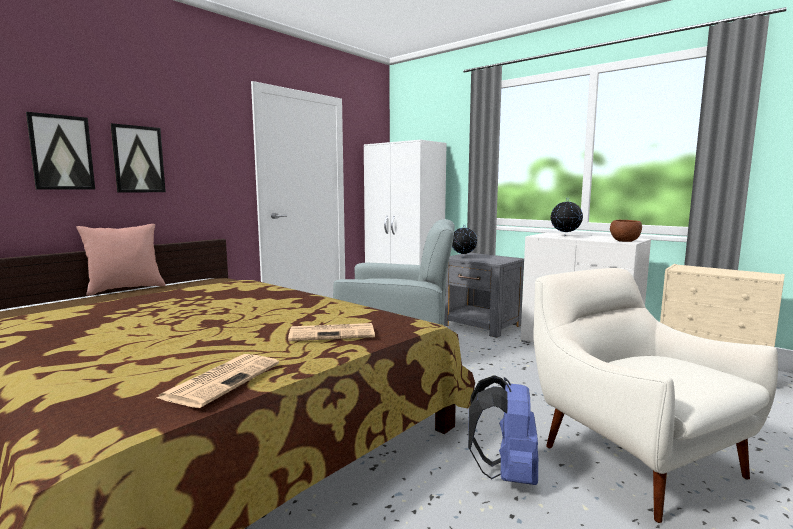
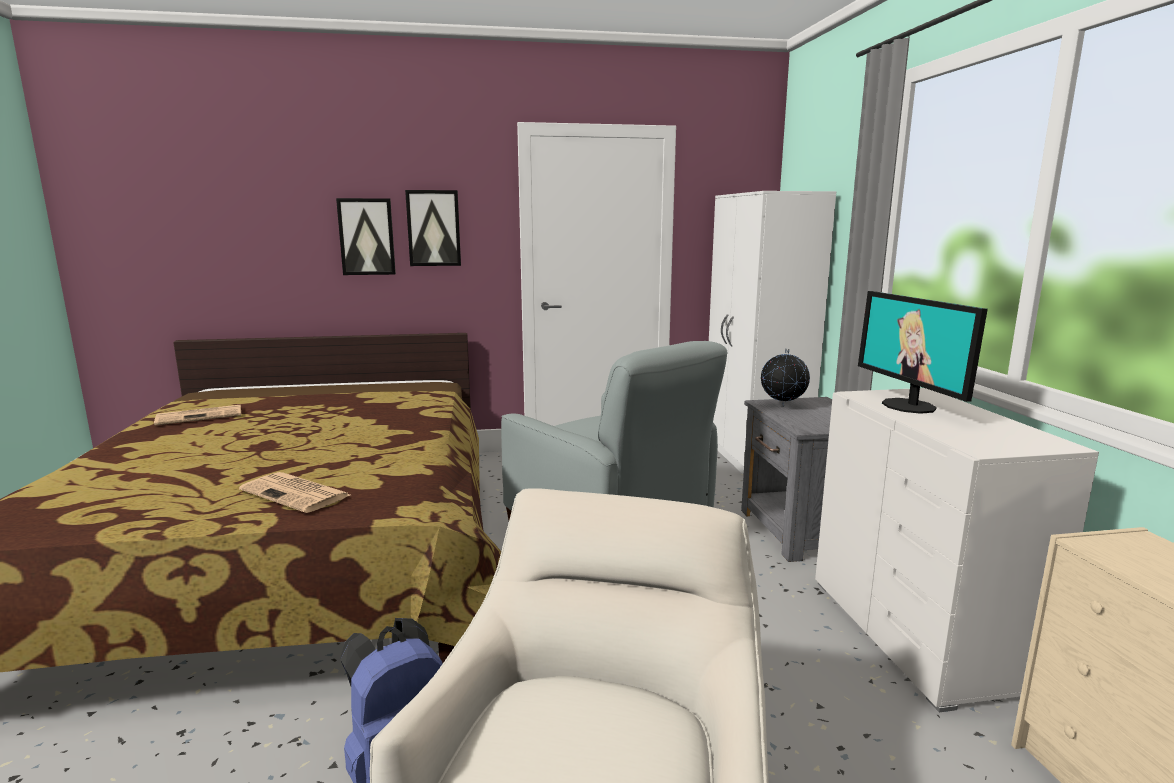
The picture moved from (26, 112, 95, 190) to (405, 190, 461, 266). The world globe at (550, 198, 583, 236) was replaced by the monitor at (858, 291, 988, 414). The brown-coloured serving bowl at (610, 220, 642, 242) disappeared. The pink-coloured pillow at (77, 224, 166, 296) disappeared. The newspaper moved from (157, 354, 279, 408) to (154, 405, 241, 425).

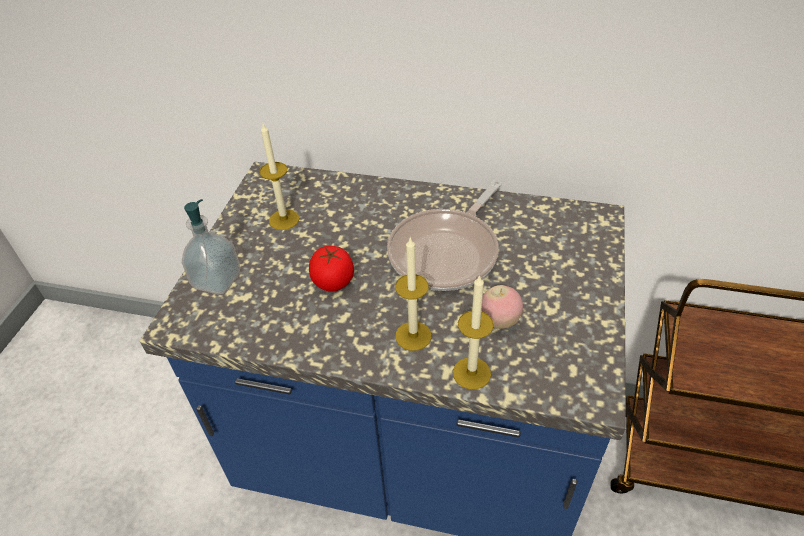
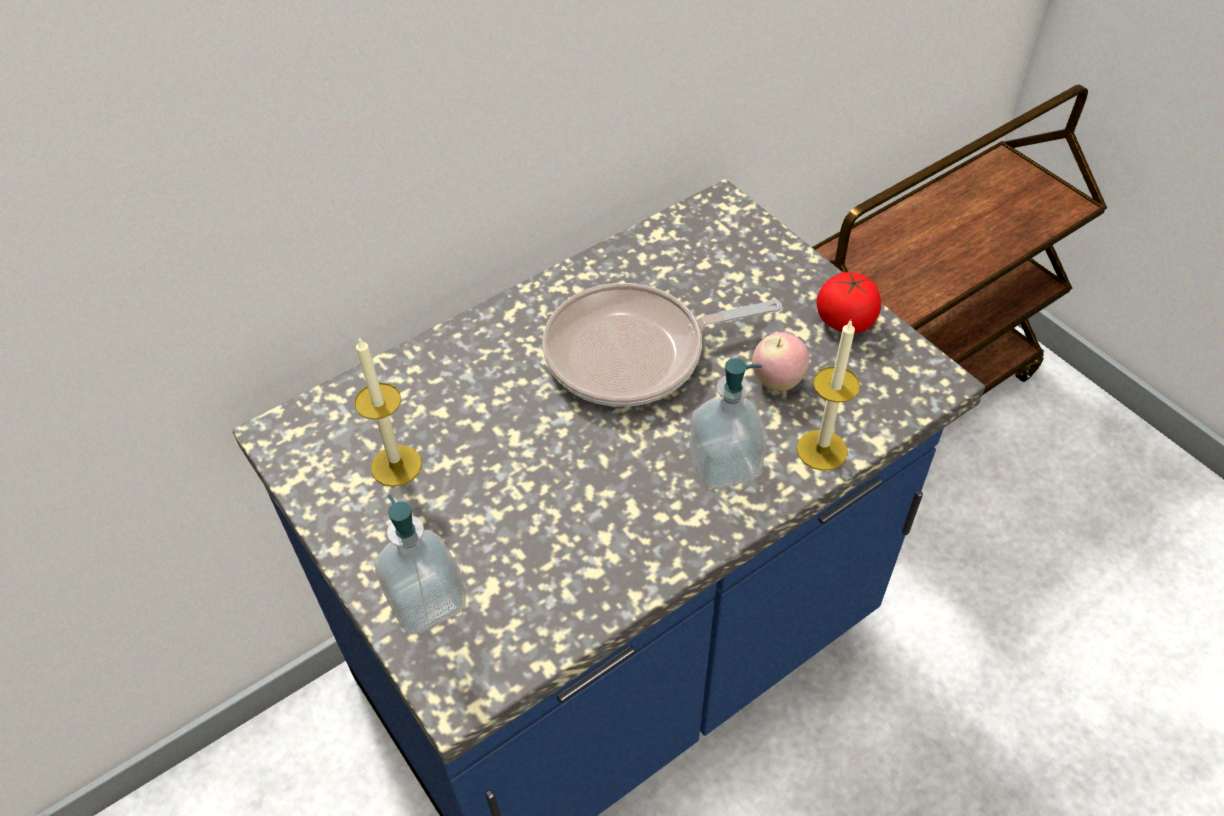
The frying pan at (387, 180, 502, 291) turned 90 degrees clockwise. The wax candle at (395, 237, 432, 351) was replaced by the soap dispenser at (689, 358, 767, 489). The tomato moved from (309, 246, 354, 292) to (817, 271, 881, 333).

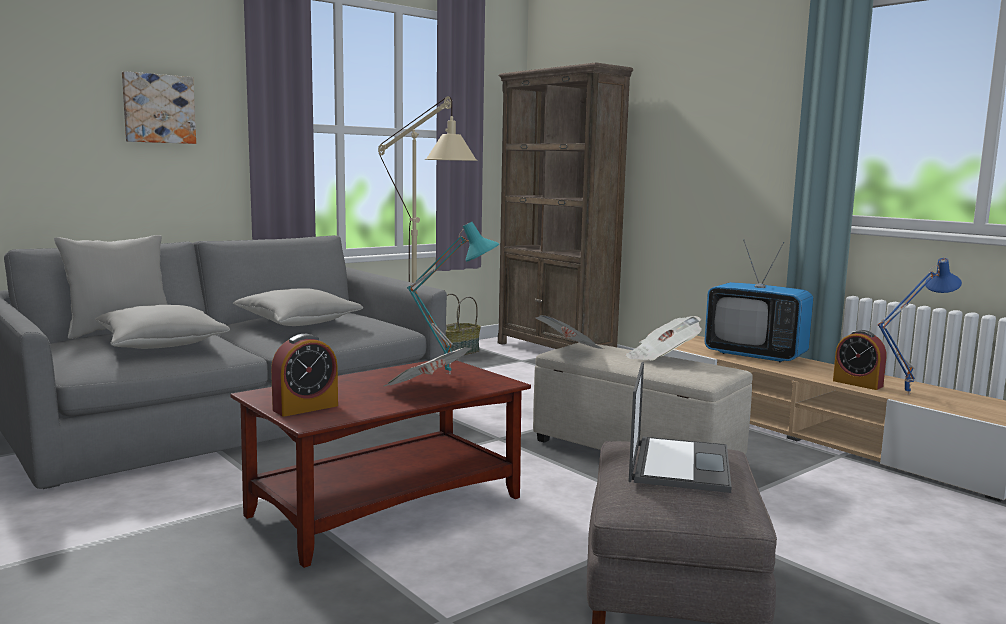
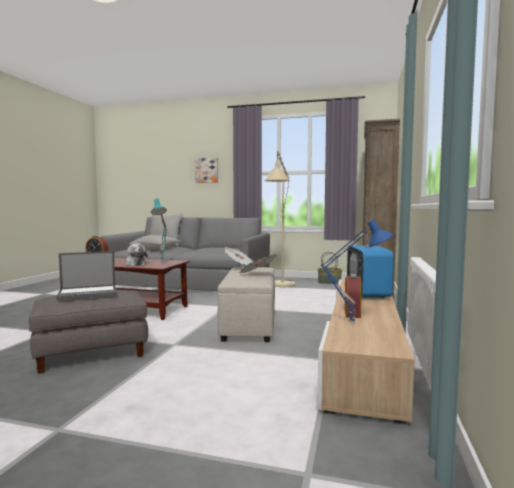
The greyish pillow at (233, 289, 363, 326) disappeared. The newspaper at (384, 347, 471, 386) was replaced by the plush toy at (125, 243, 148, 266).

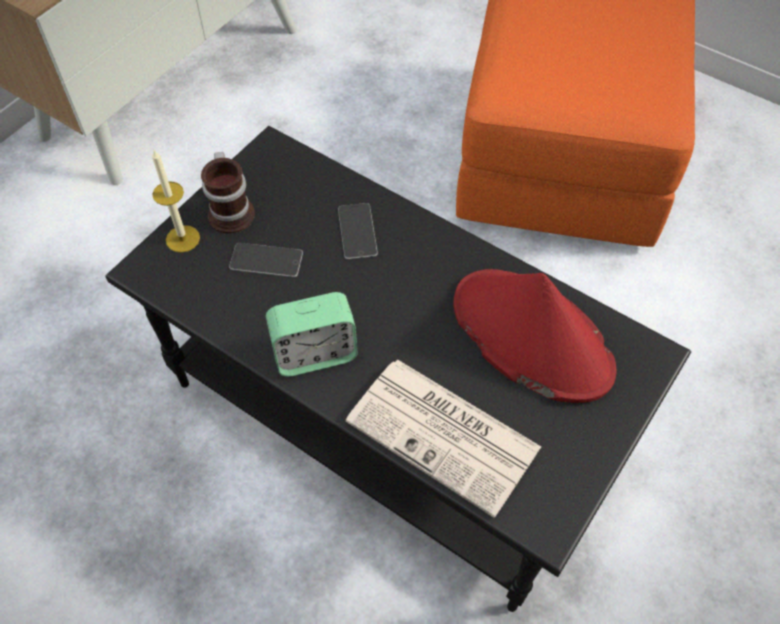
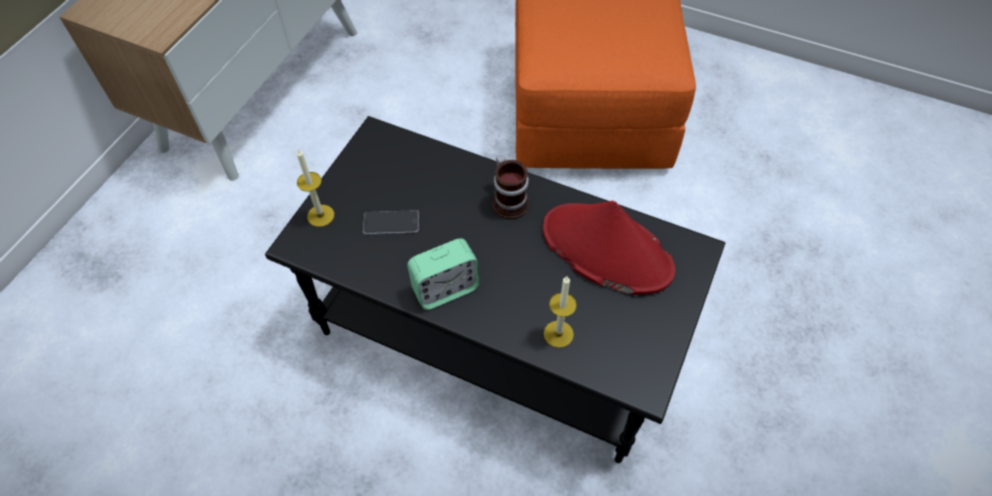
The tea mug moved from (201, 152, 255, 233) to (492, 155, 530, 219). The telephone at (338, 203, 378, 259) disappeared. The newspaper at (346, 360, 541, 518) was replaced by the wax candle at (544, 276, 577, 348).

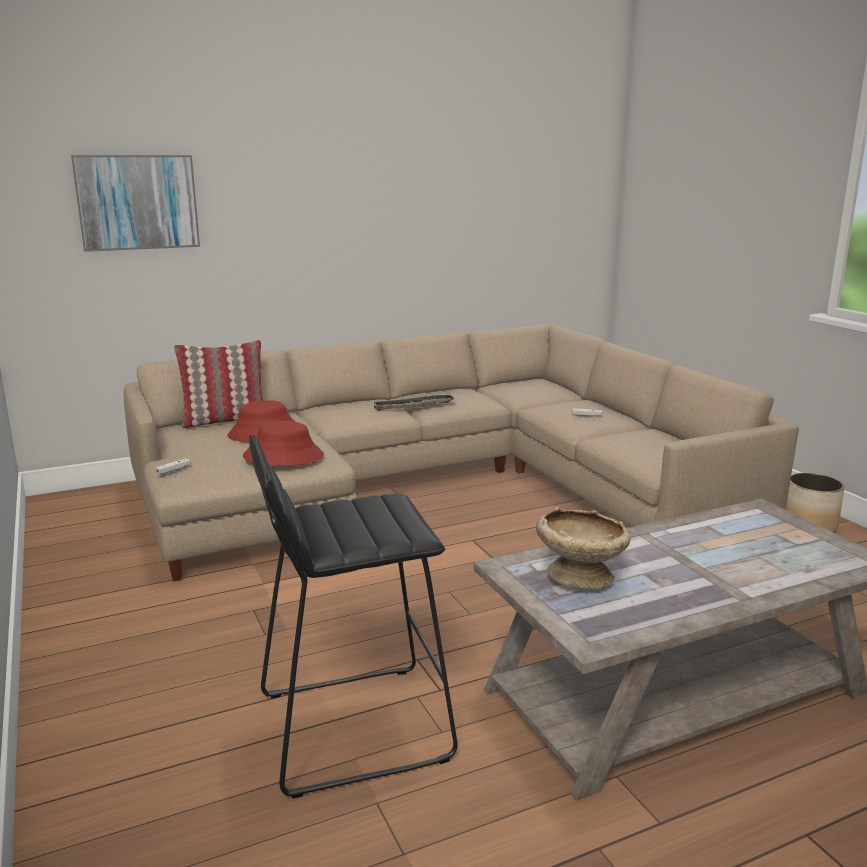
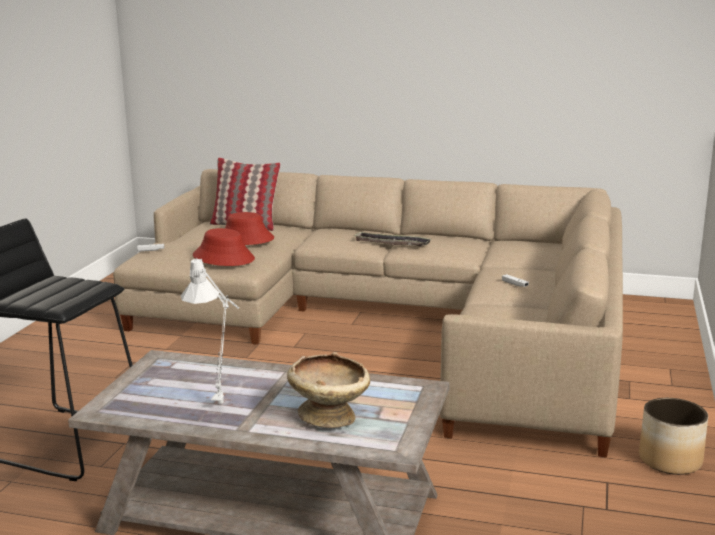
The picture at (71, 155, 200, 252) disappeared. The beige-coloured serving bowl moved from (536, 507, 630, 590) to (287, 352, 370, 428). The greyish lamp for a table at (181, 258, 239, 404) appeared.

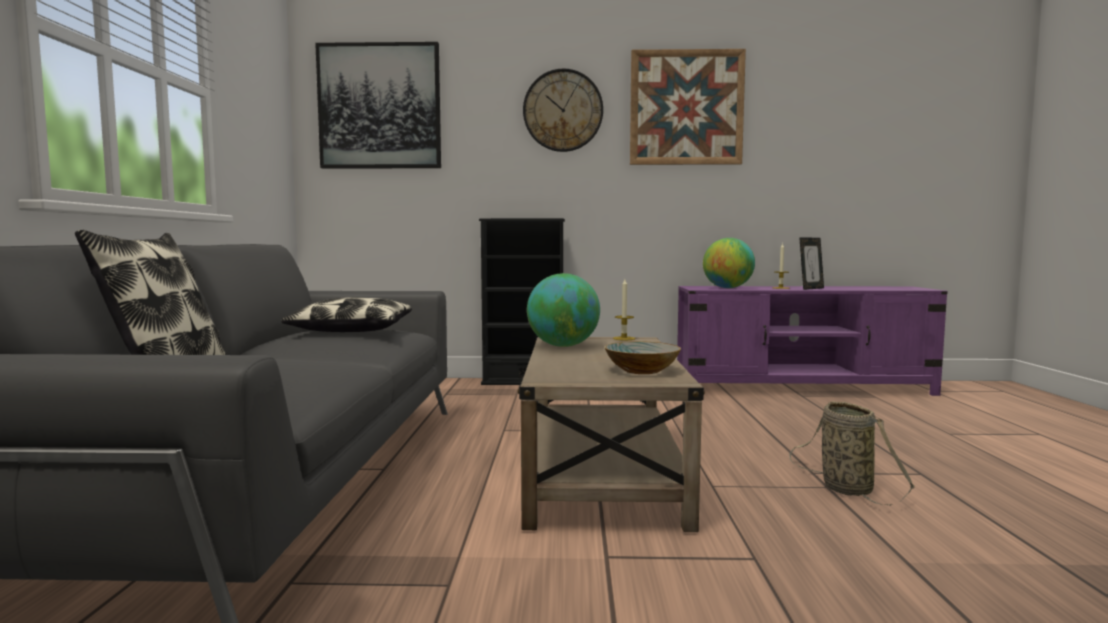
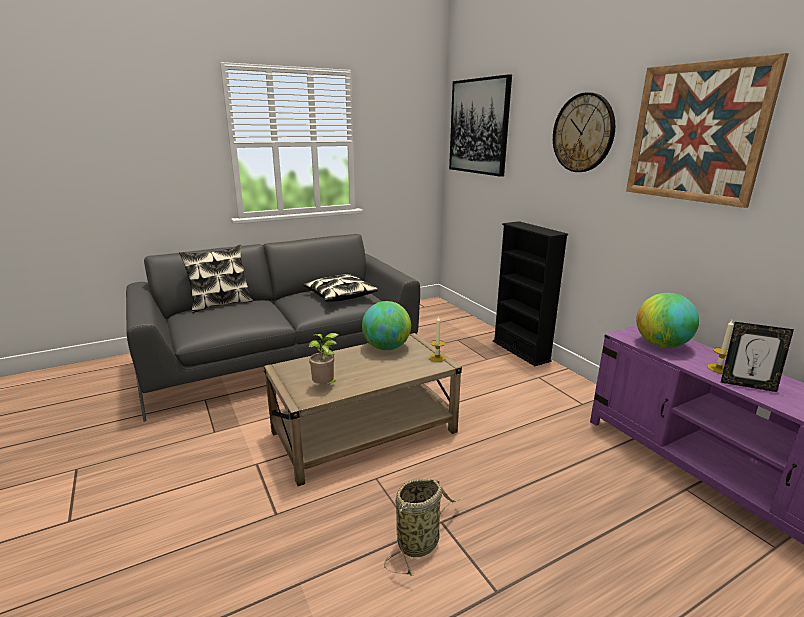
The serving bowl at (604, 341, 681, 374) was replaced by the potted plant at (308, 333, 338, 384).

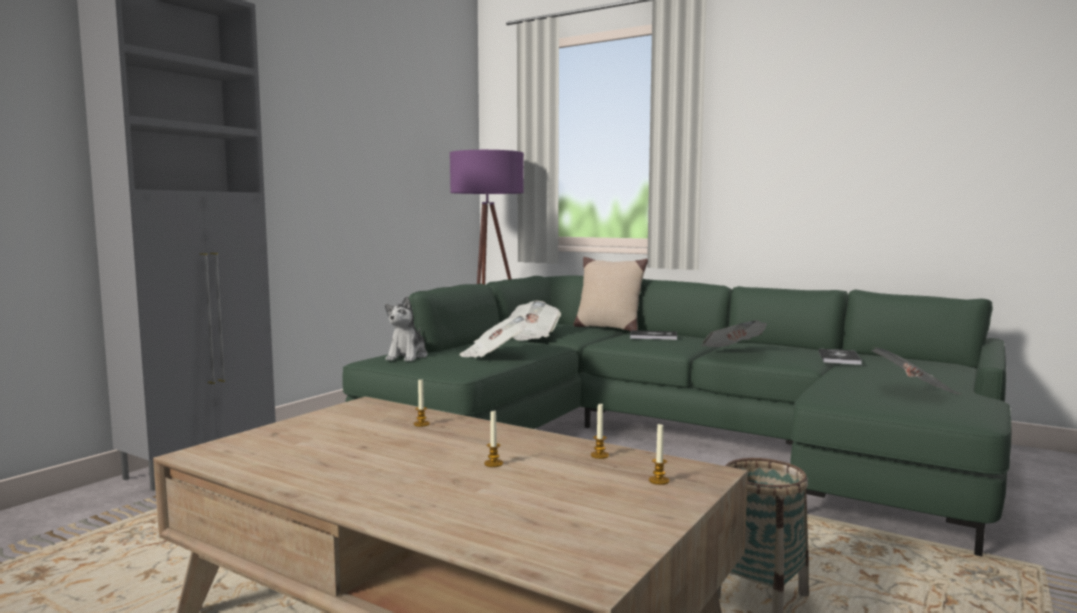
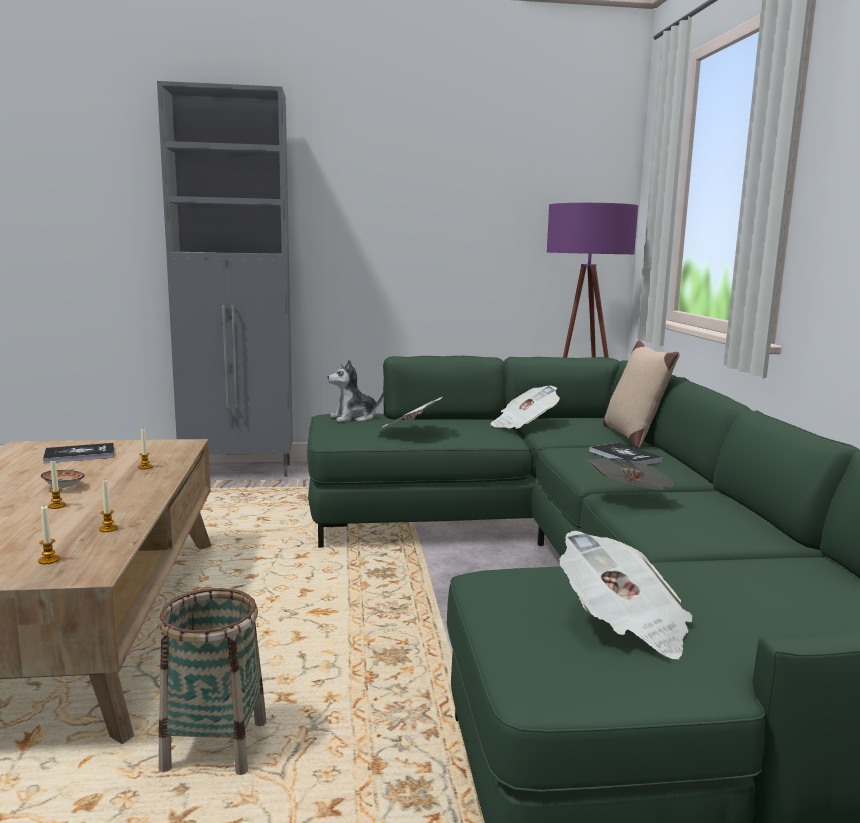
The bound book moved from (819, 349, 862, 365) to (43, 443, 114, 463). The serving bowl at (41, 470, 85, 488) appeared.

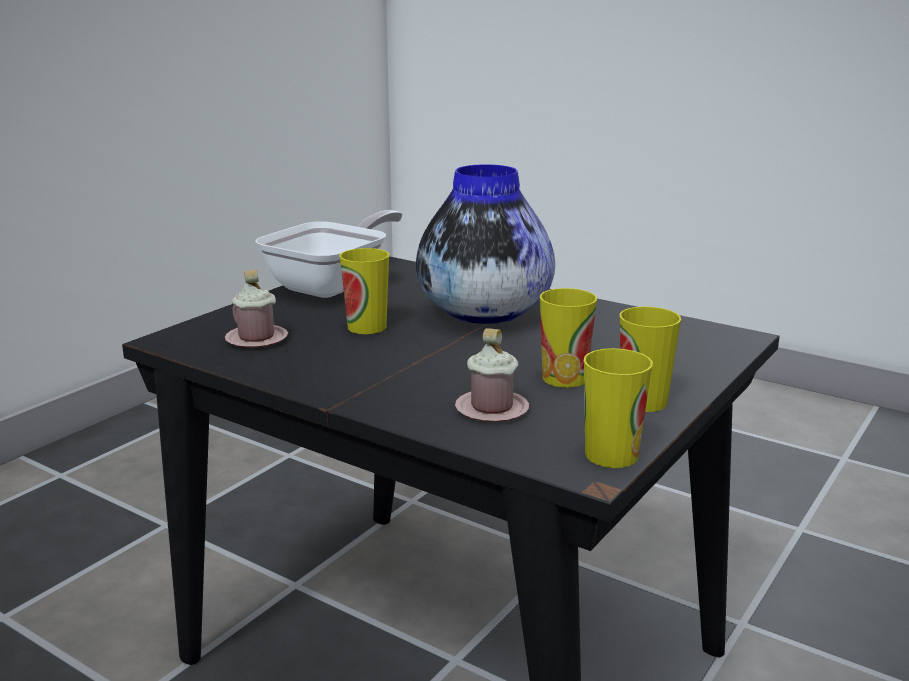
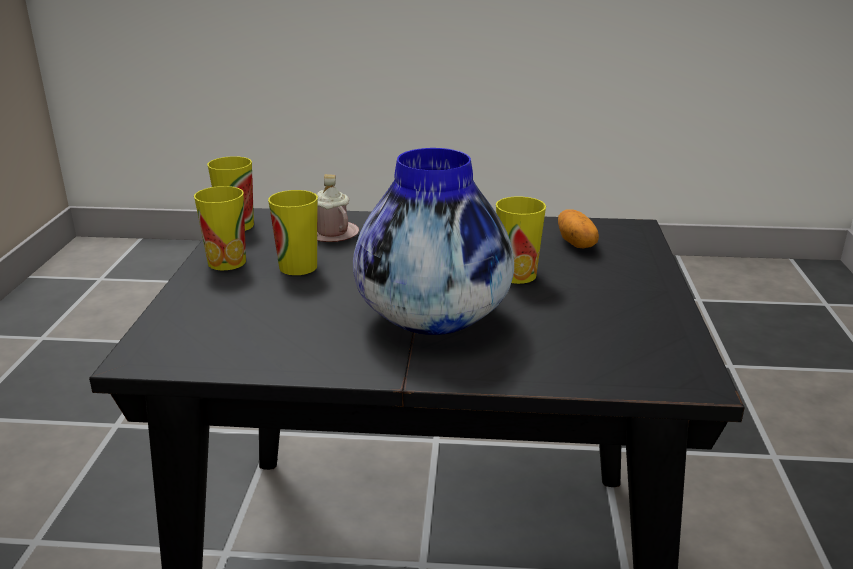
The frying pan at (255, 210, 403, 298) disappeared. The pink-coloured tea mug at (225, 269, 288, 348) was replaced by the whole potato at (558, 209, 599, 248).

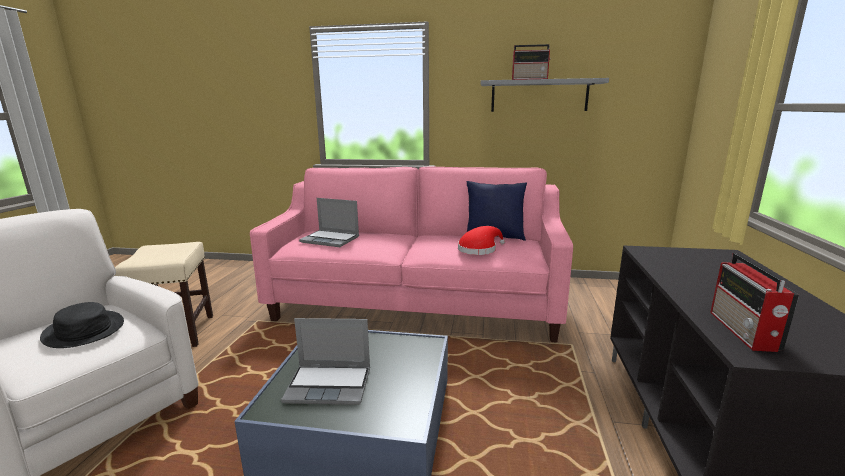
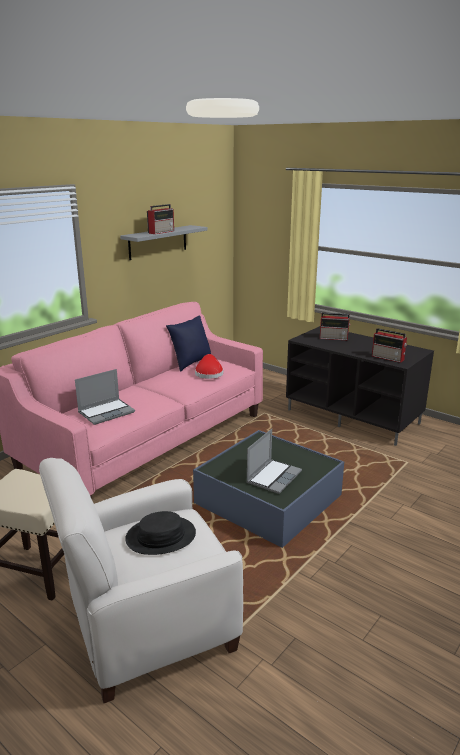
The radio set at (320, 313, 351, 341) appeared.

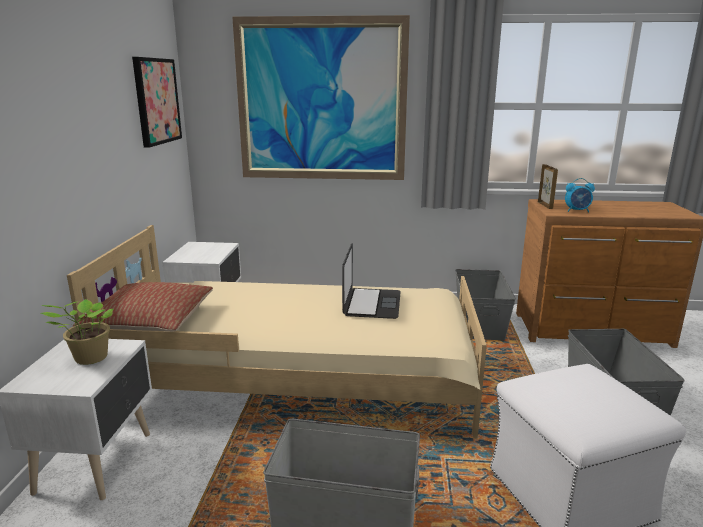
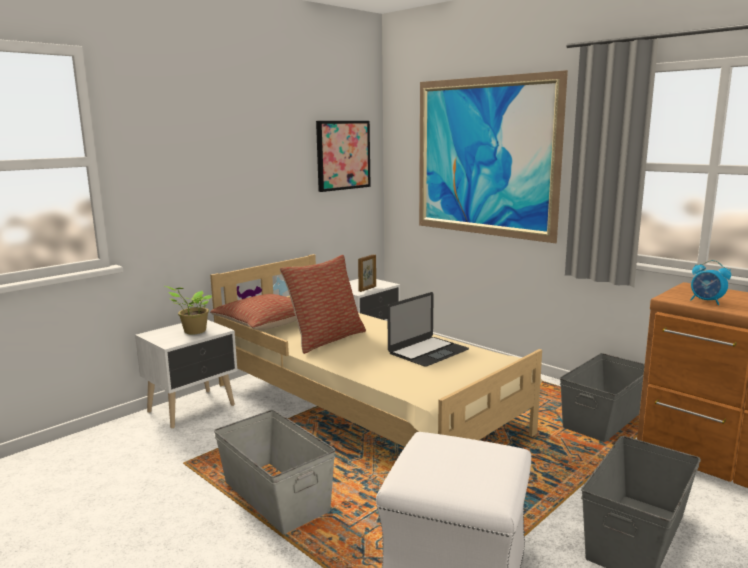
The picture frame moved from (538, 164, 558, 209) to (358, 254, 376, 292). The pillow at (280, 255, 366, 354) appeared.

